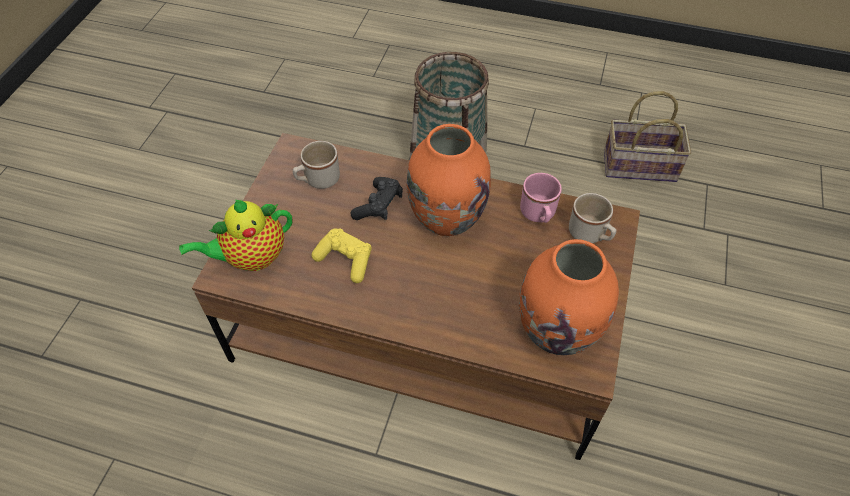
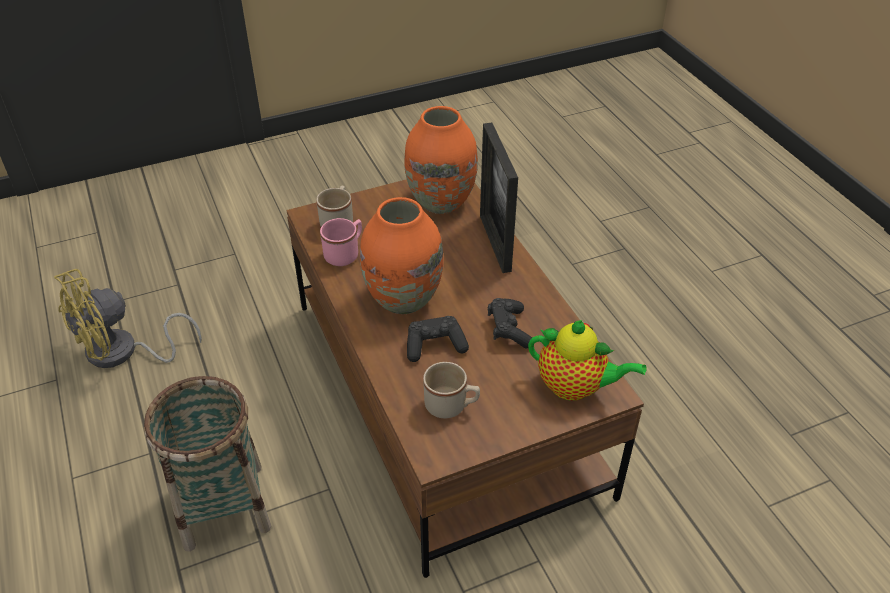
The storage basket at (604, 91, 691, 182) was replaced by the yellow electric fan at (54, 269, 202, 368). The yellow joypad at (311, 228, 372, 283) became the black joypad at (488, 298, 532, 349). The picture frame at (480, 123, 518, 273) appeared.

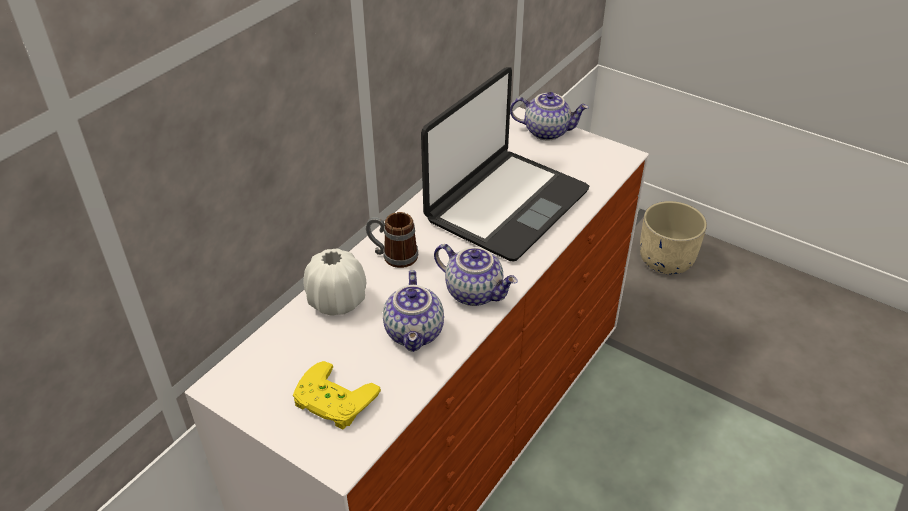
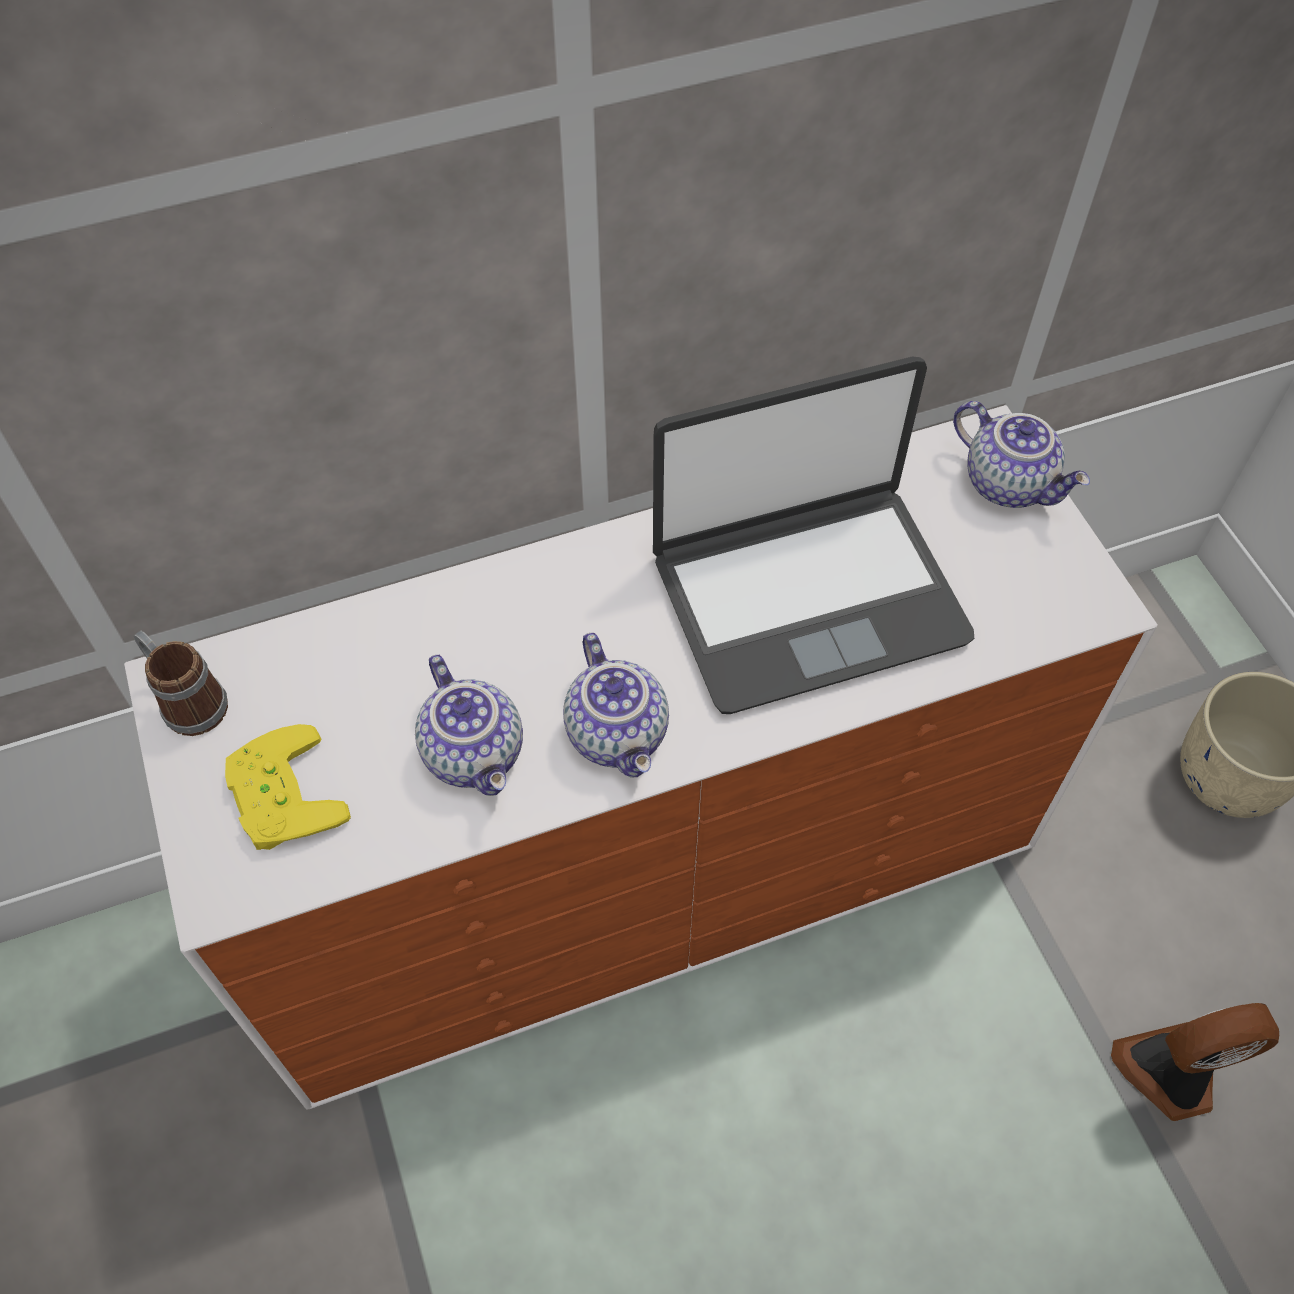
The tea mug moved from (366, 212, 418, 268) to (133, 630, 228, 736). The white-coloured vase at (304, 249, 366, 316) disappeared. The pot for tea at (383, 270, 444, 352) turned 60 degrees counterclockwise. The electric fan at (1111, 1003, 1279, 1121) appeared.

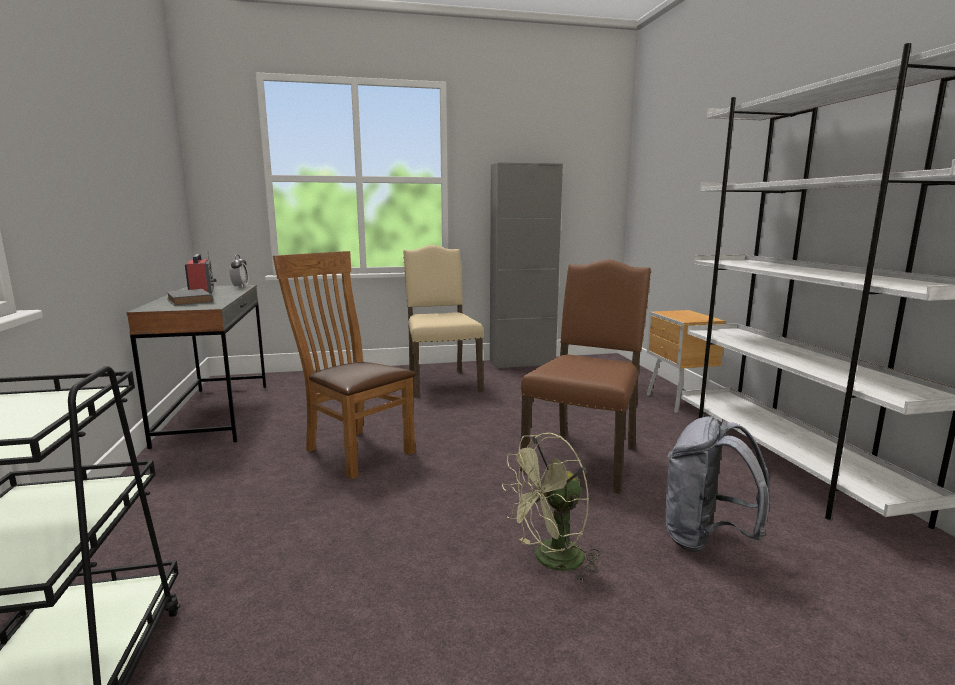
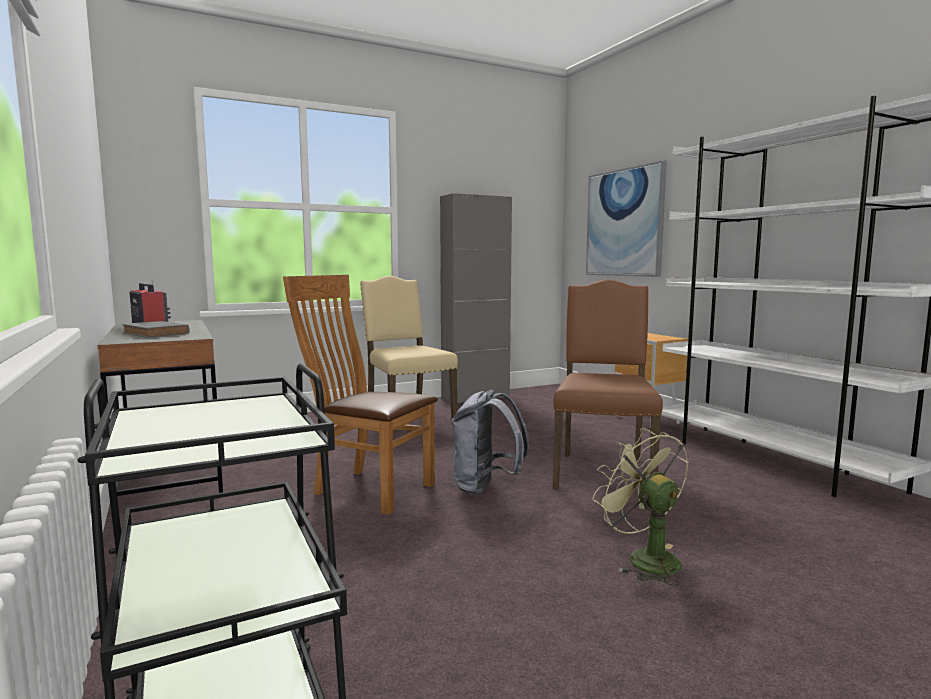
The bedside clock at (229, 255, 249, 288) disappeared. The greyish rucksack moved from (666, 416, 770, 552) to (451, 389, 529, 495). The green electric fan at (502, 433, 600, 583) turned 105 degrees clockwise. The picture at (586, 160, 667, 277) appeared.

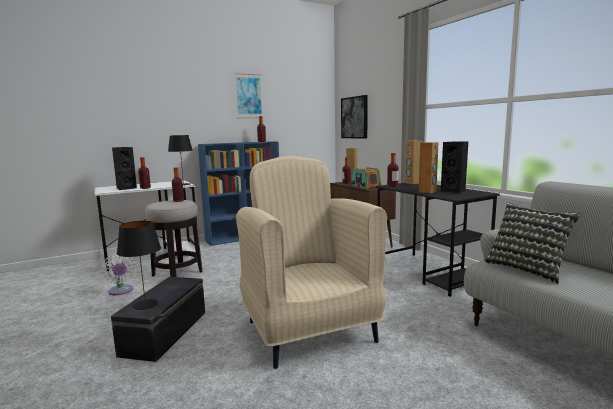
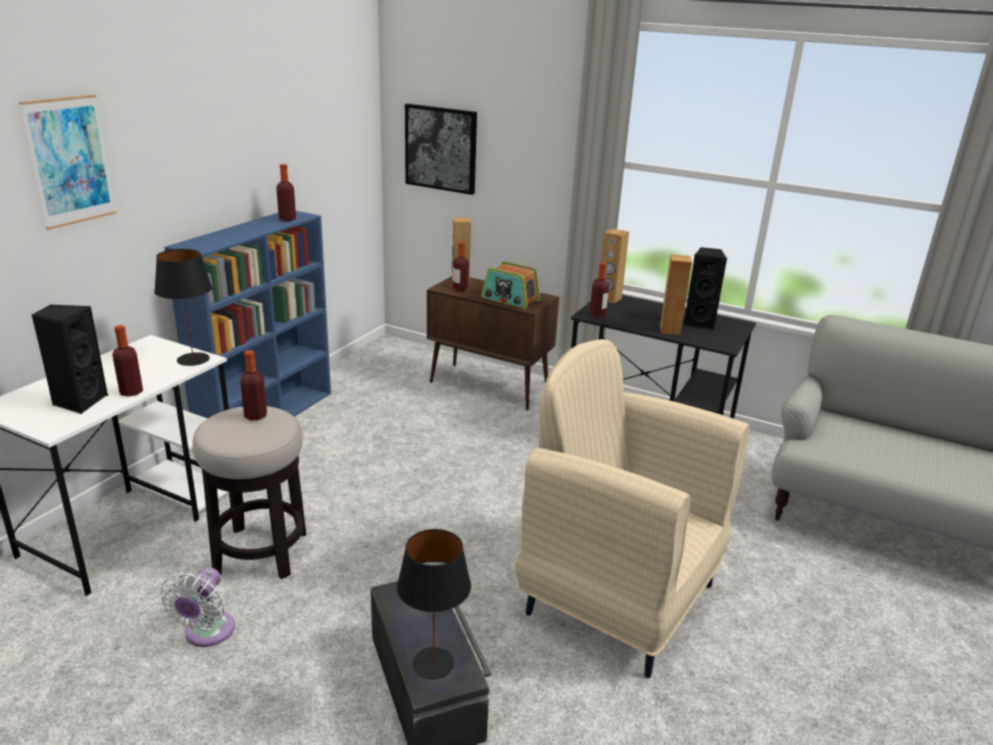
The picture moved from (234, 73, 263, 118) to (19, 94, 116, 230). The pillow at (485, 202, 581, 284) disappeared. The white-coloured electric fan at (101, 253, 136, 295) turned 75 degrees clockwise.

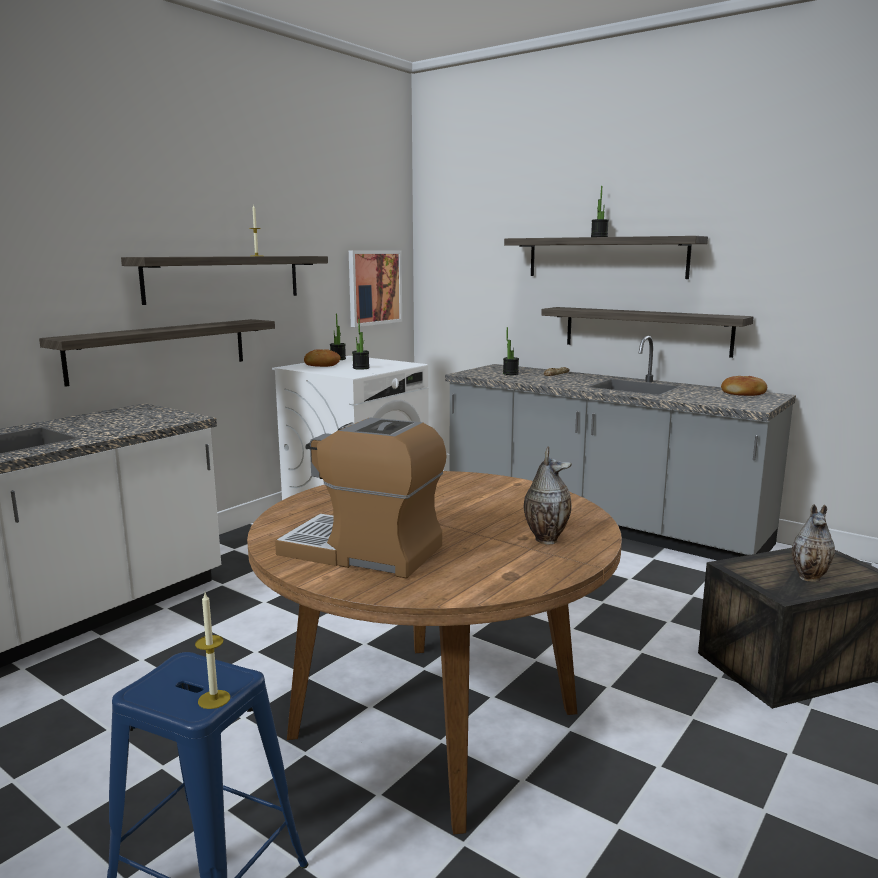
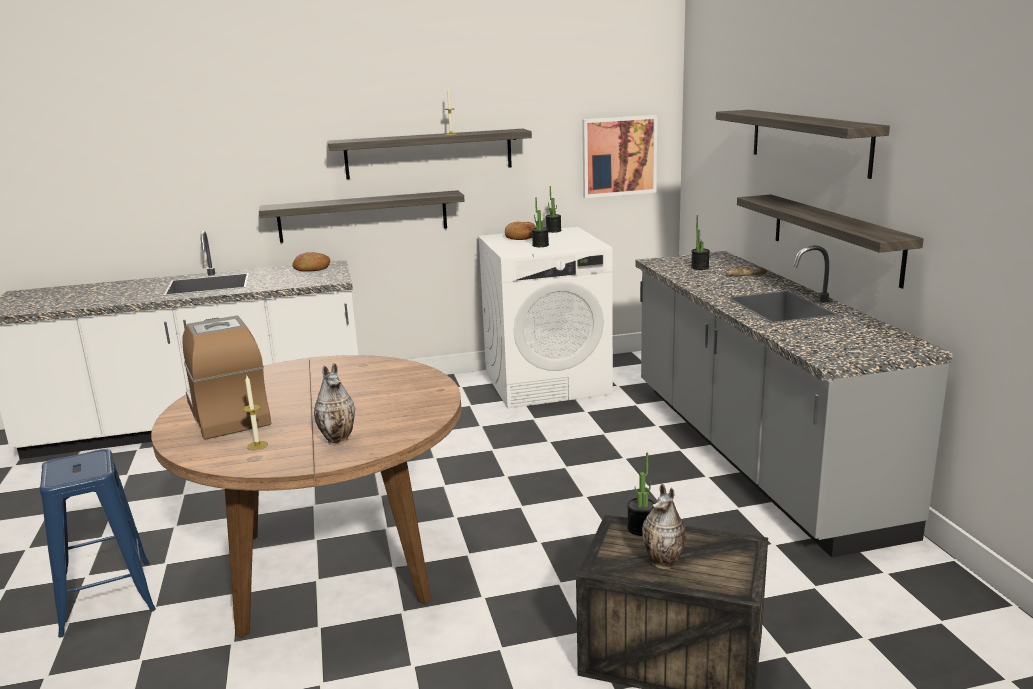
The potted plant moved from (591, 186, 609, 237) to (627, 452, 655, 536). The baked bread moved from (721, 376, 767, 396) to (292, 252, 330, 272). The wax candle moved from (195, 593, 230, 709) to (243, 376, 268, 450).

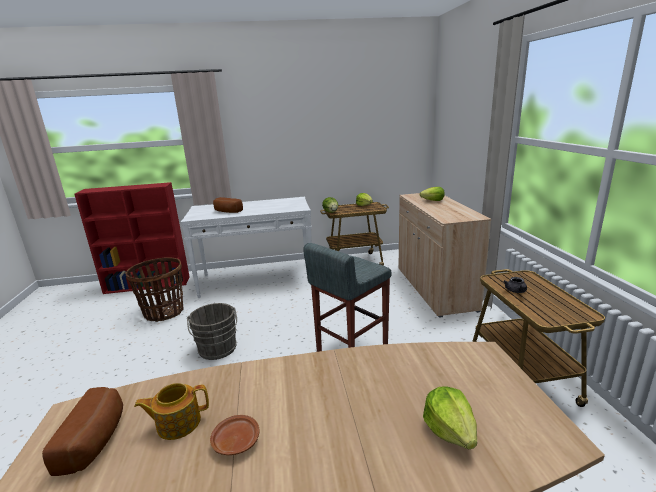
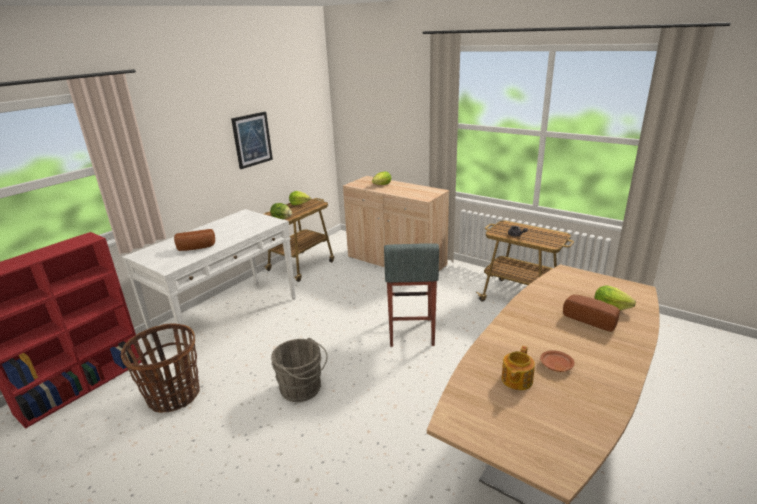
The baked bread moved from (42, 387, 123, 476) to (563, 294, 620, 332). The picture at (231, 112, 273, 169) appeared.

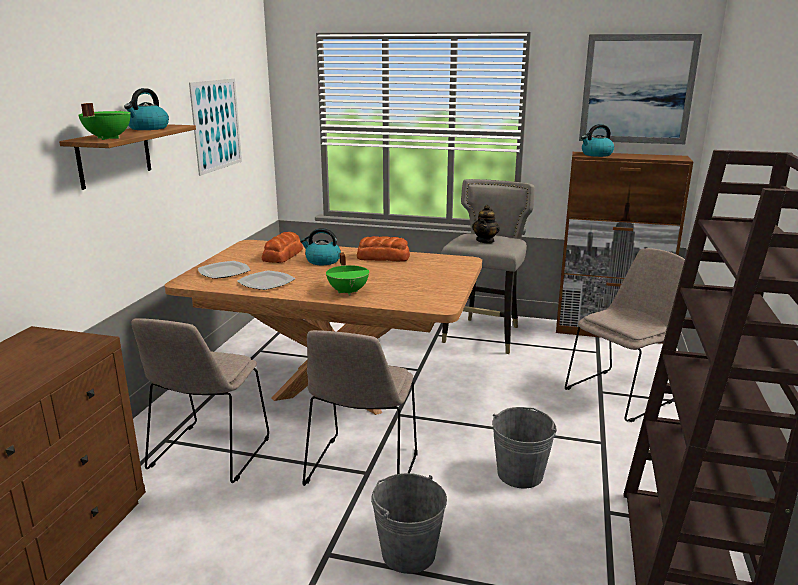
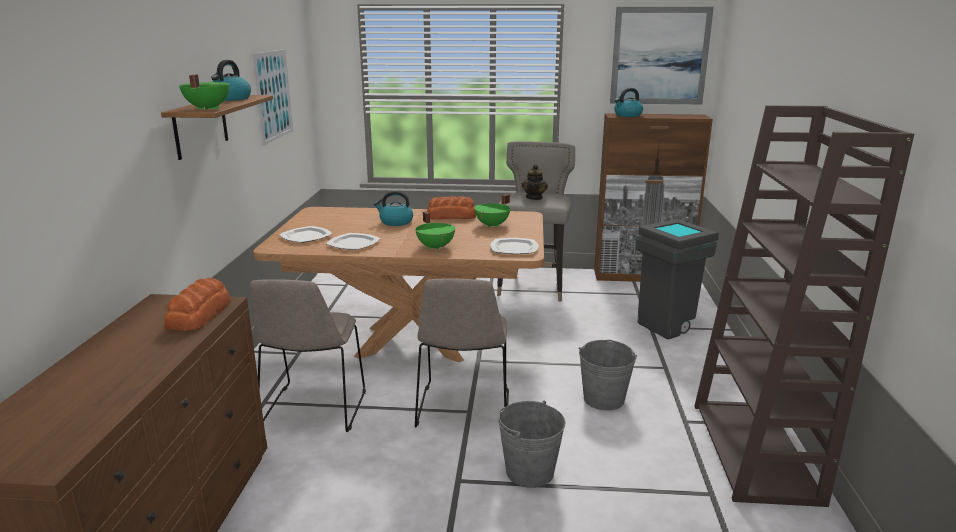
The baked bread moved from (262, 232, 303, 263) to (164, 278, 231, 331). The beige-coloured upright chair at (565, 248, 685, 422) was replaced by the greyish waste bin at (635, 219, 719, 339). The green stockpot at (474, 194, 510, 228) appeared. The dinner plate at (490, 238, 539, 254) appeared.

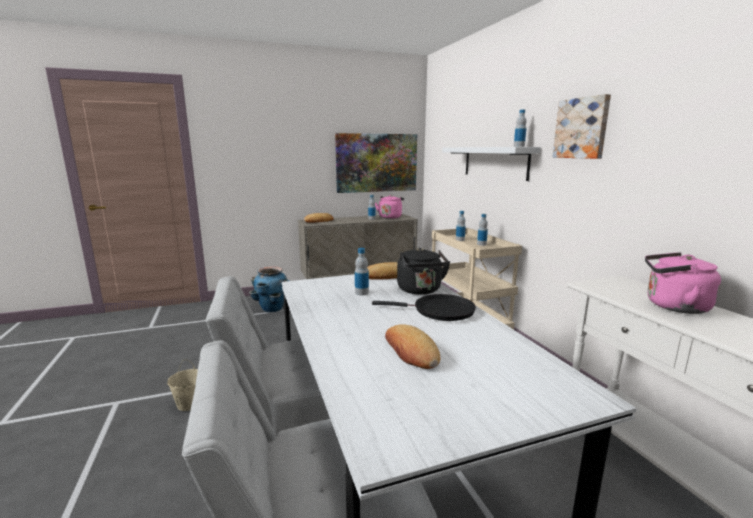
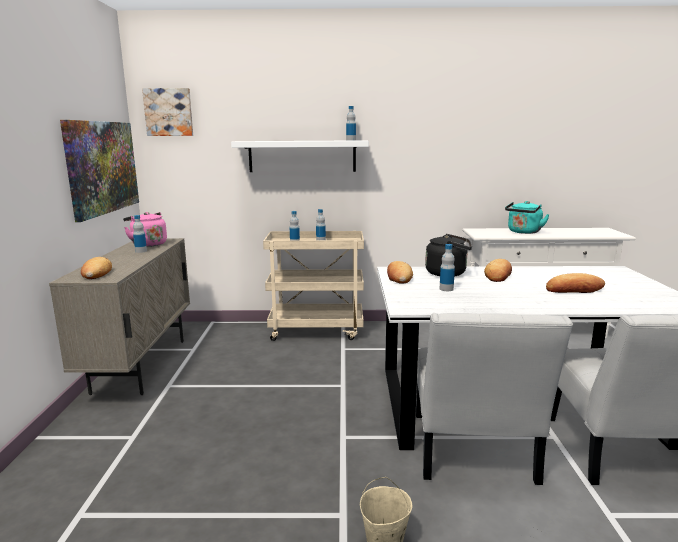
The picture moved from (553, 94, 611, 159) to (142, 88, 193, 136). The pink-coloured tea kettle at (645, 252, 721, 314) became the turquoise-coloured tea kettle at (505, 201, 550, 234). The plant pot at (249, 266, 290, 313) disappeared. The black frying pan at (372, 294, 476, 321) was replaced by the baked bread at (484, 259, 512, 282).

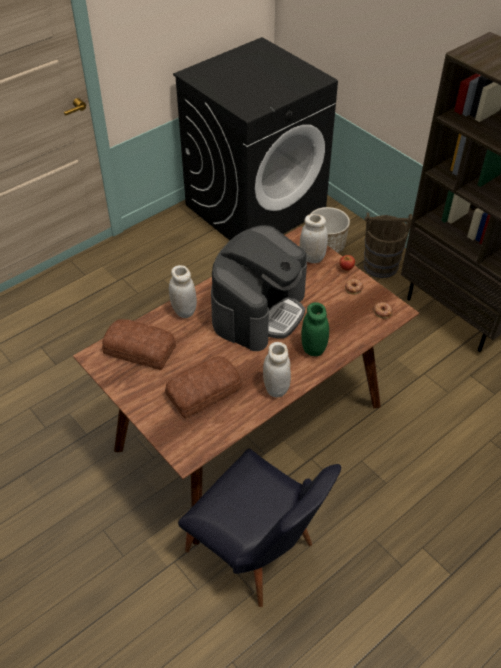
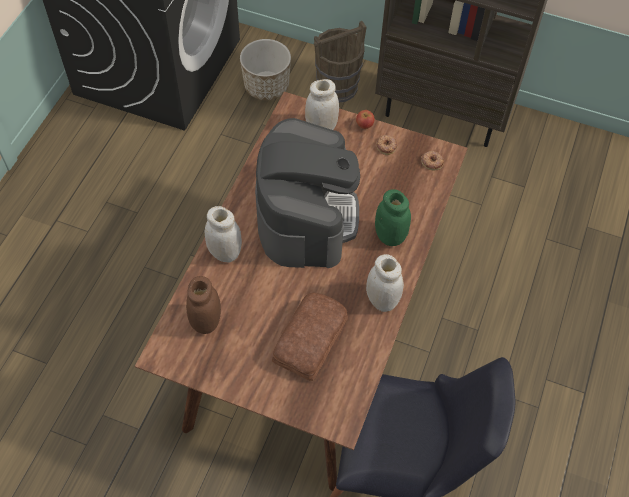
The baked bread at (102, 319, 176, 370) was replaced by the brown-coloured jar at (186, 276, 221, 334).

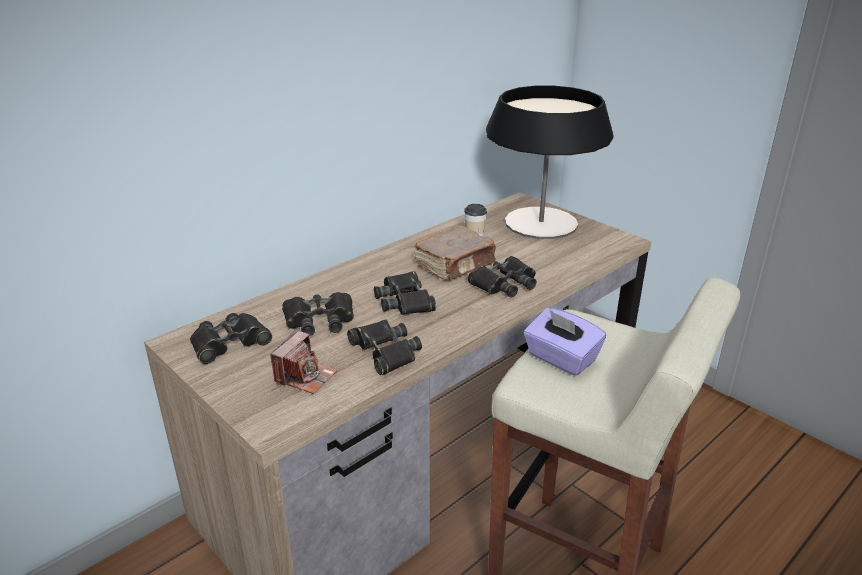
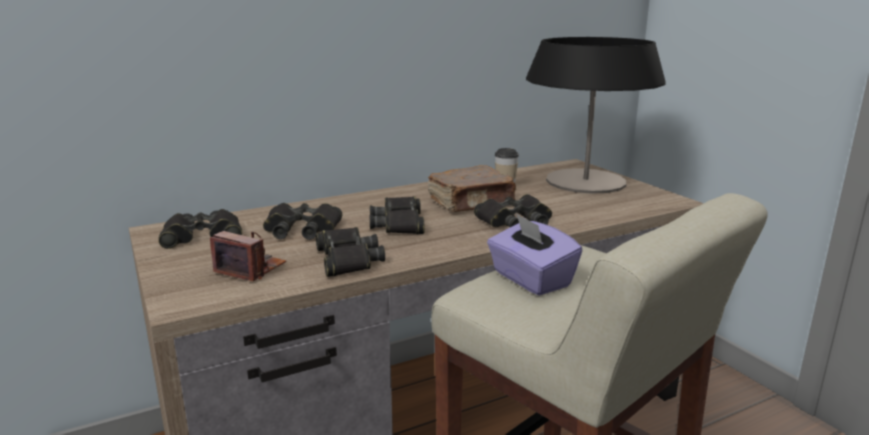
The photo camera at (270, 330, 337, 394) turned 105 degrees counterclockwise.

